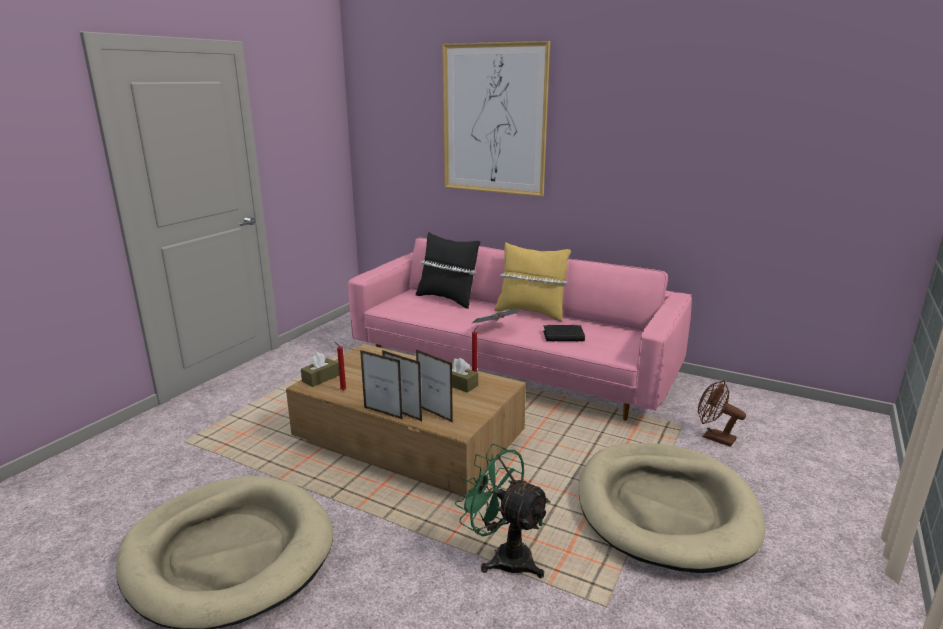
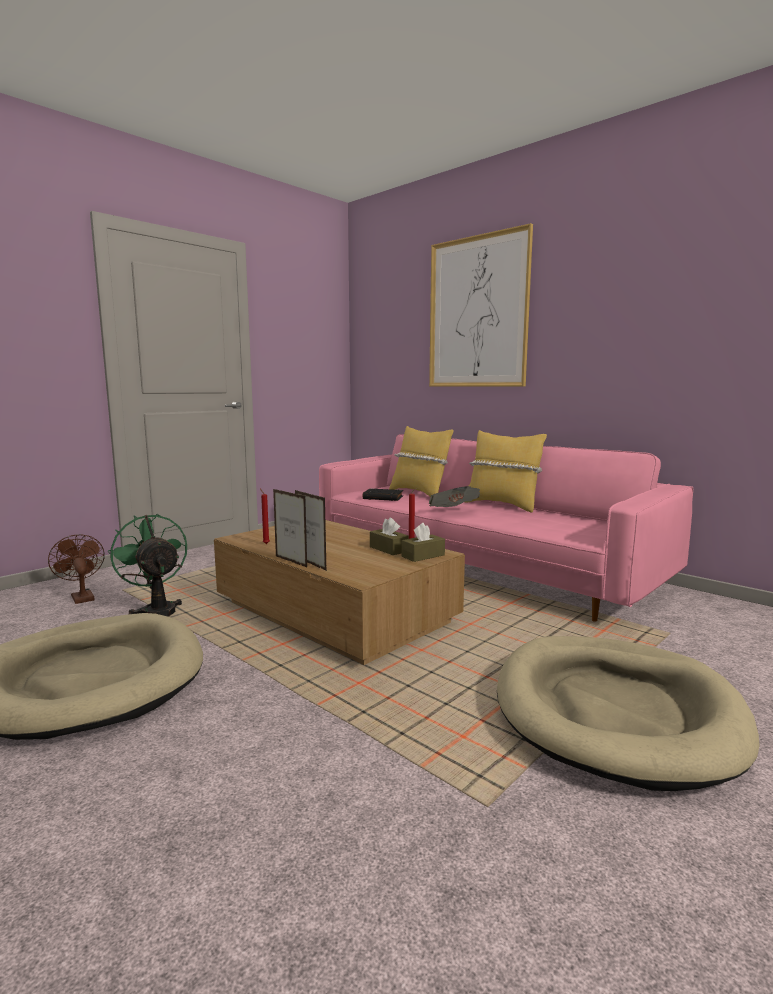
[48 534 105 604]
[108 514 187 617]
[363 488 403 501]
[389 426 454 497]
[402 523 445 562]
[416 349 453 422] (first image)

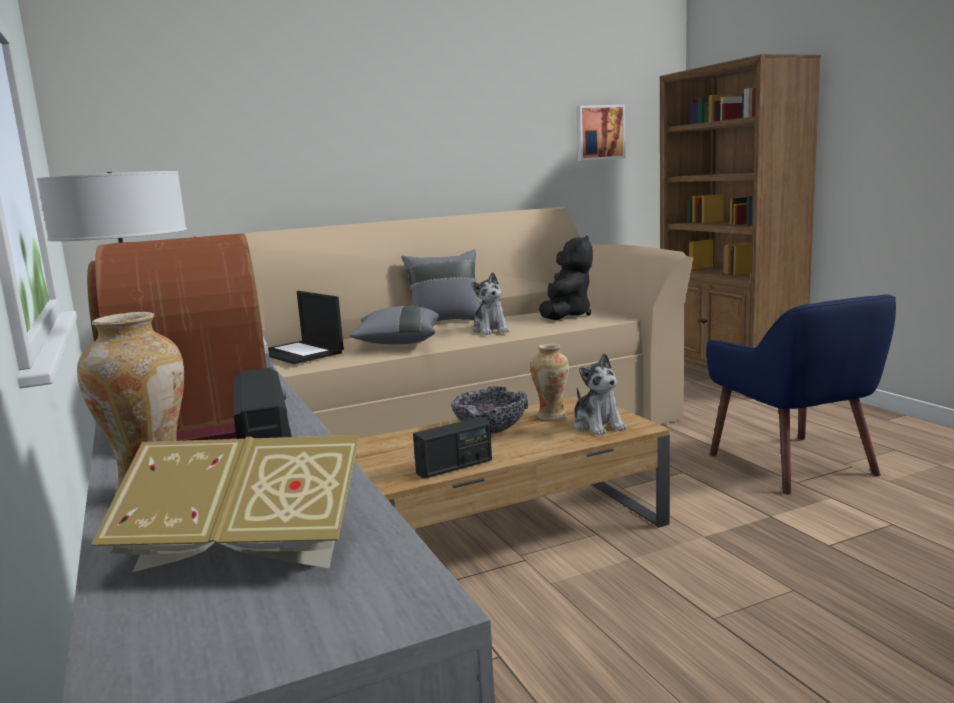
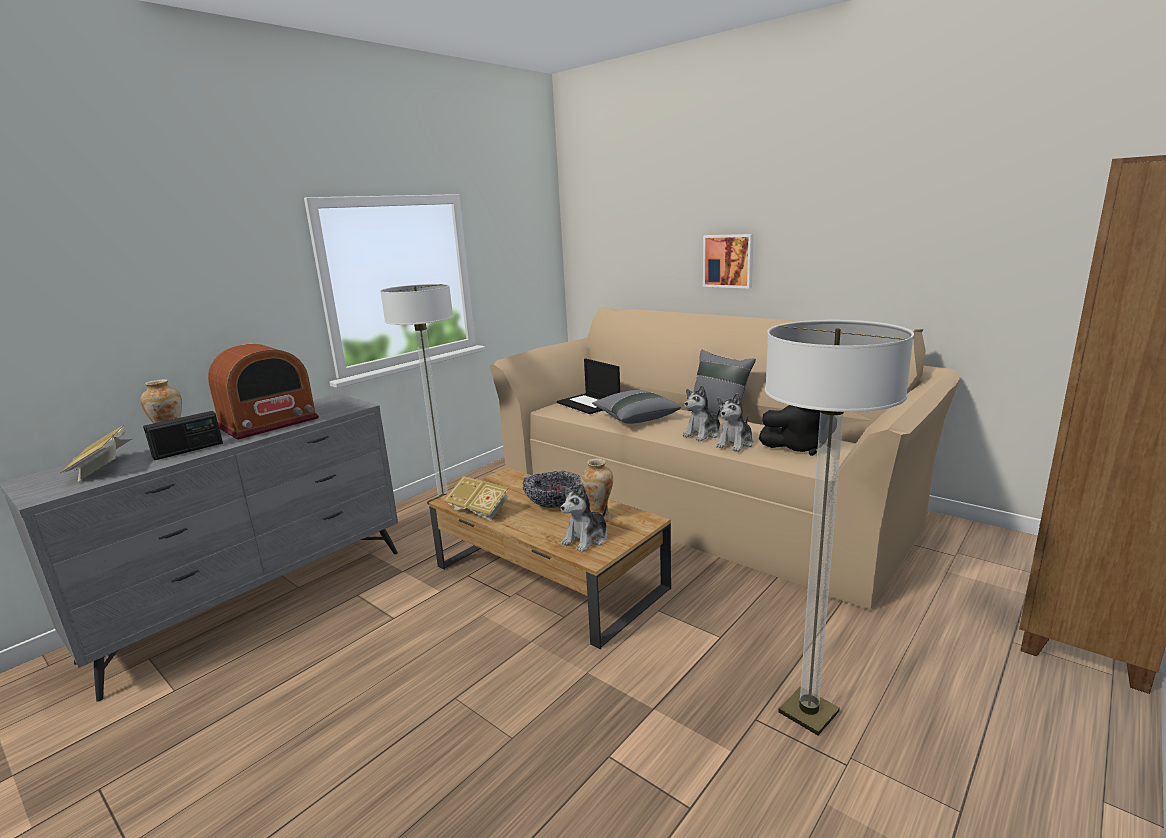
[444 476 509 521]
[557 358 620 414]
[703 234 754 288]
[716 393 753 452]
[765 320 914 735]

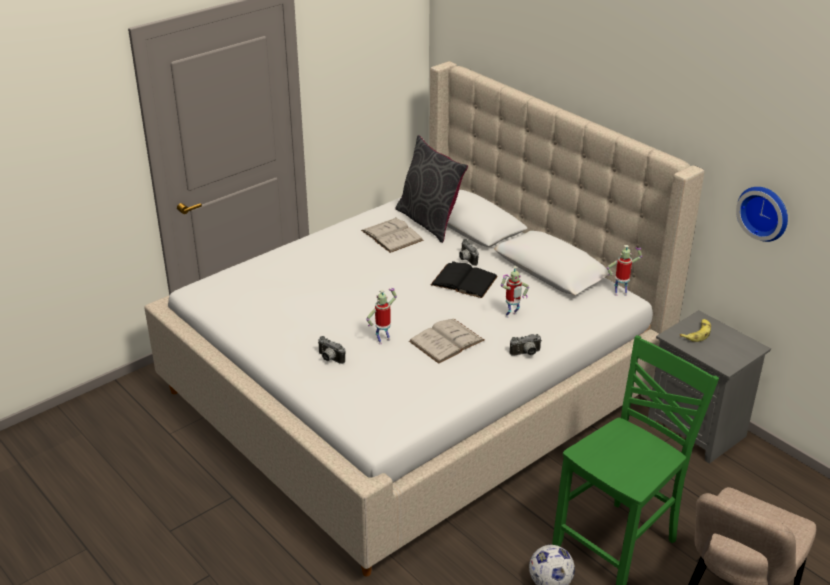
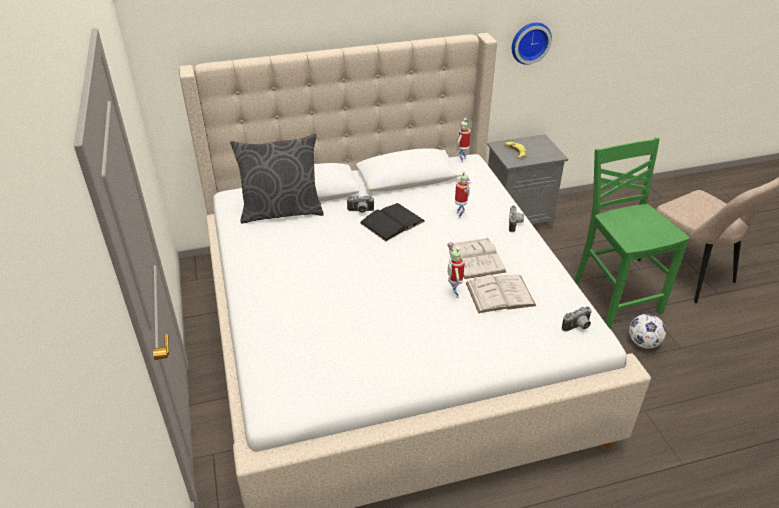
[466 275 536 313]
[562 306 592 331]

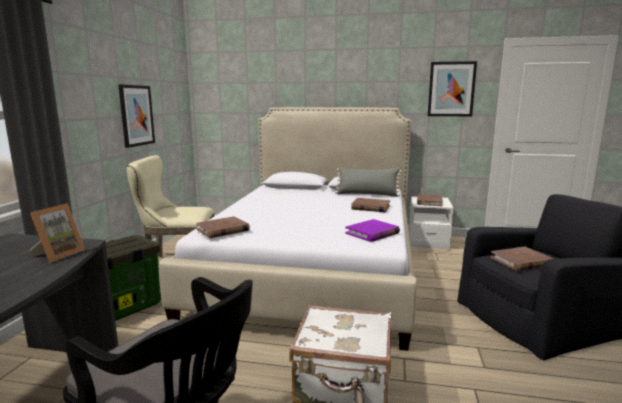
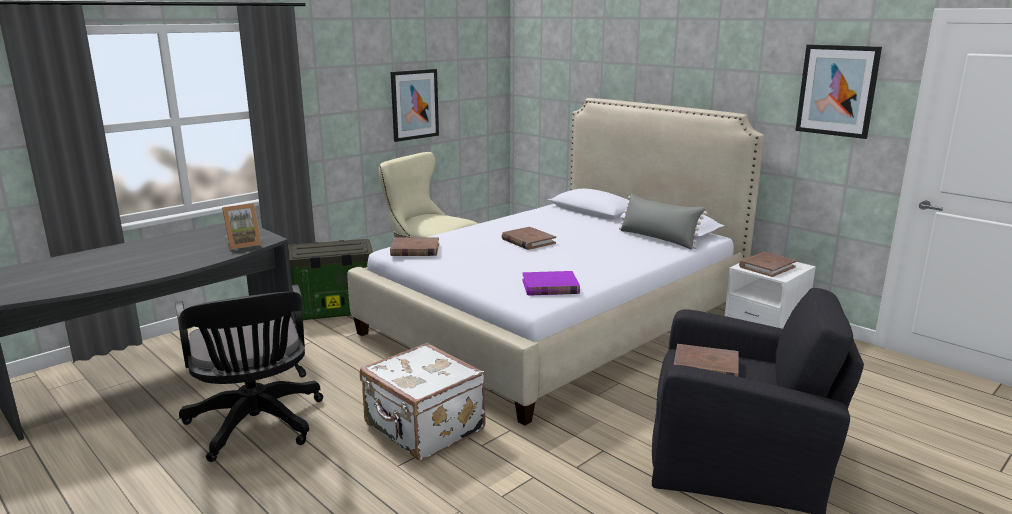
[502 227 556 250]

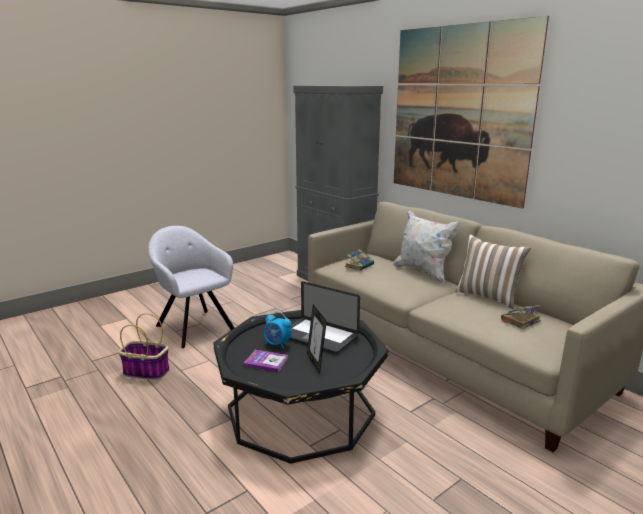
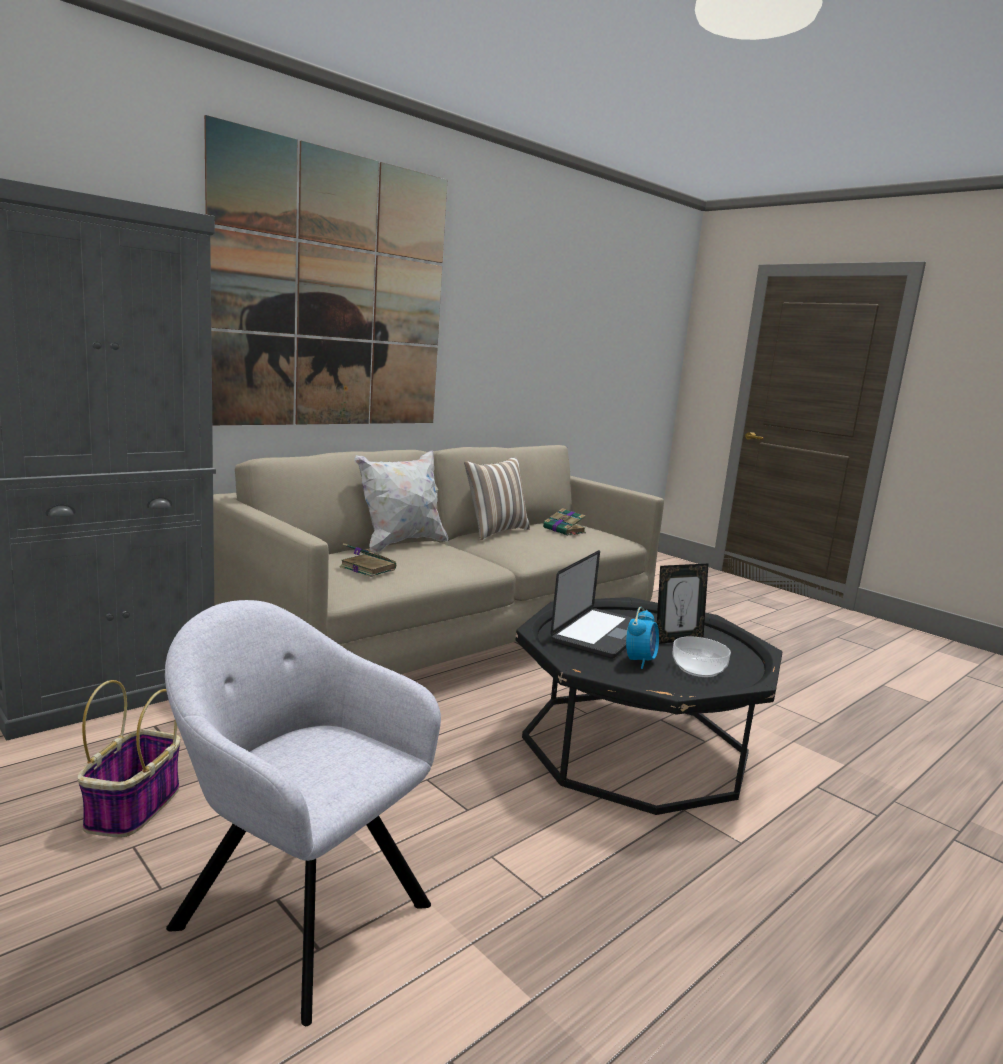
[77 680 180 837]
[165 600 441 1026]
[672 637 731 677]

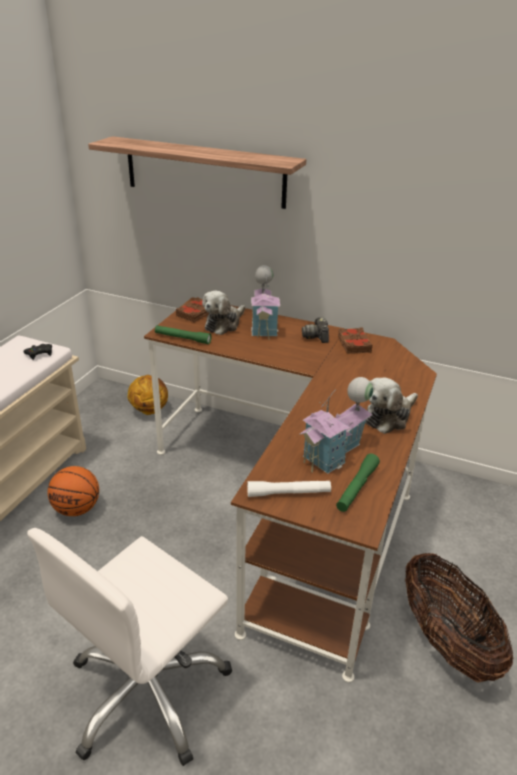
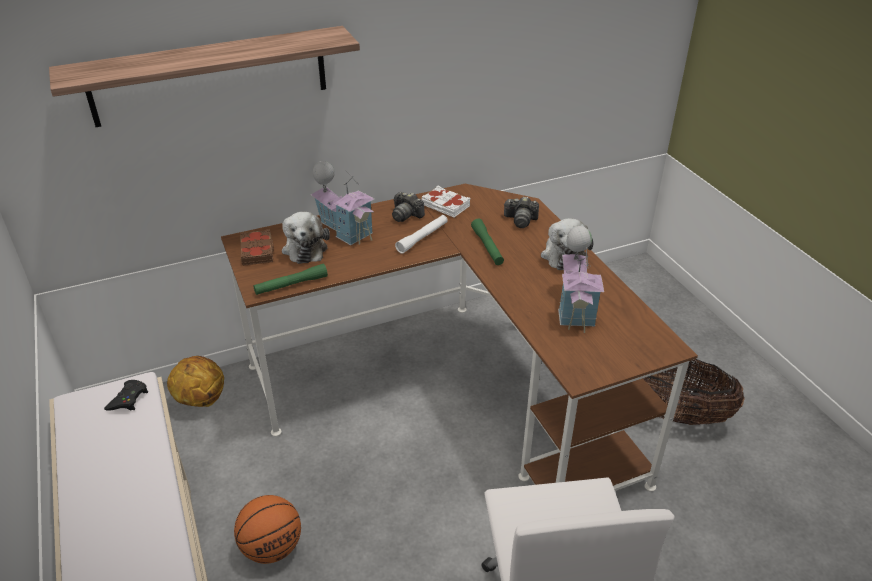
[395 215 448 254]
[422 186 470 217]
[471 219 504 265]
[503 196 539 228]

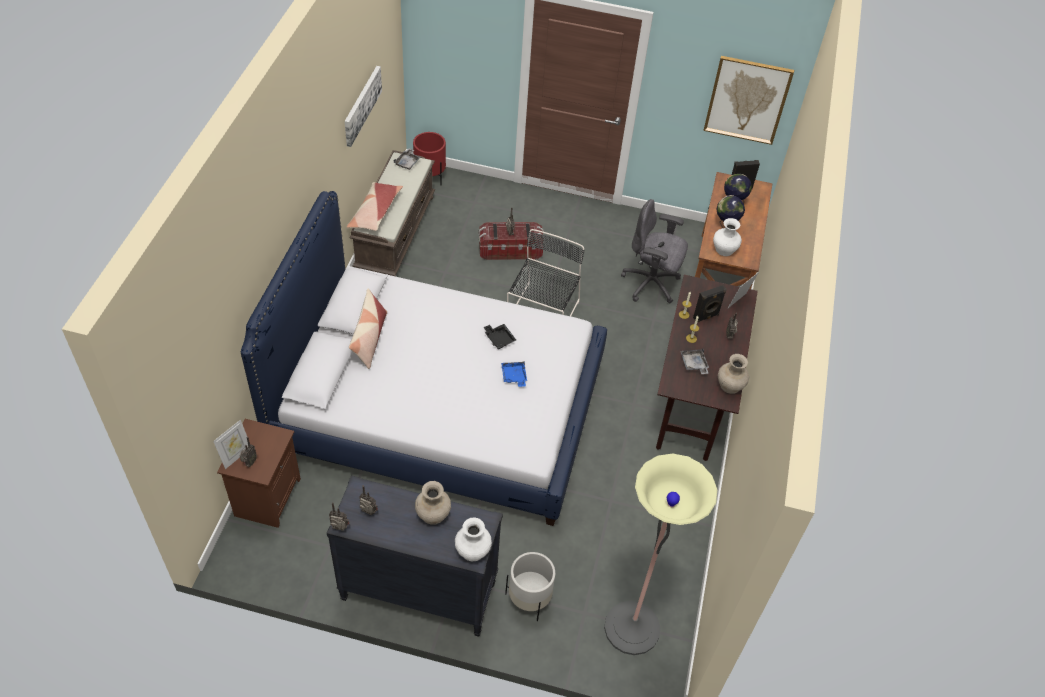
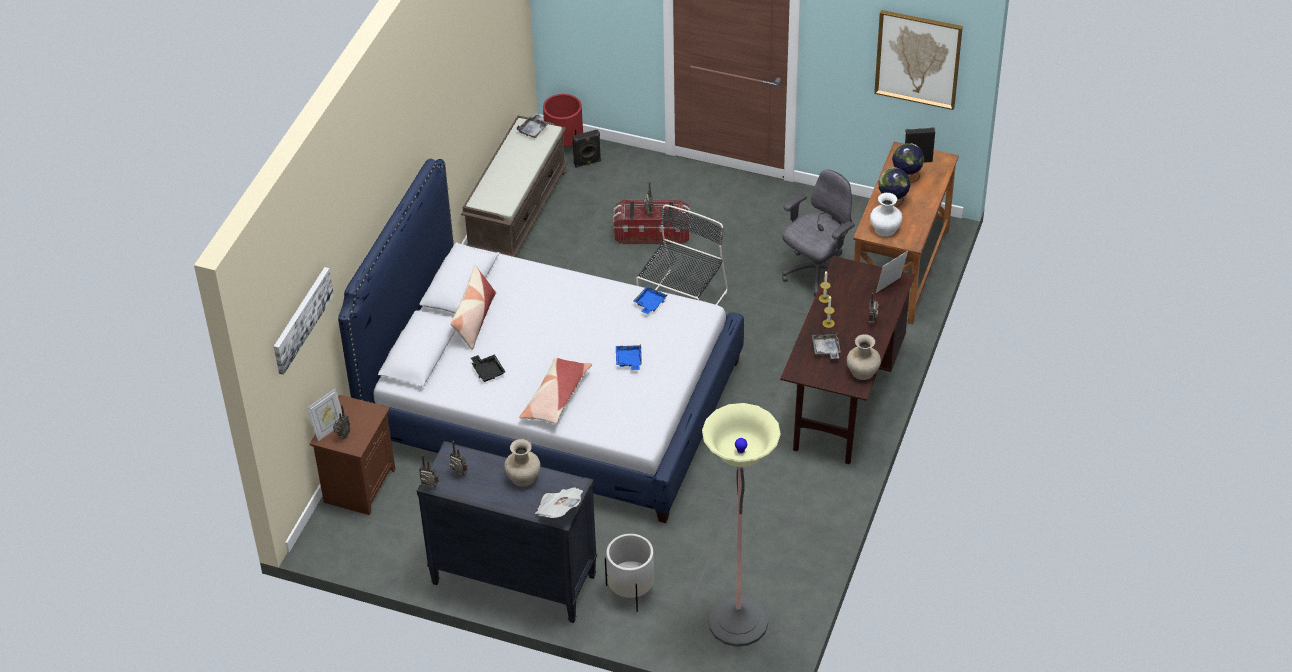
[274 267 334 375]
[471 354 505 382]
[519 357 592 424]
[535 487 583 518]
[572 129 601 168]
[633 286 668 314]
[782 169 855 297]

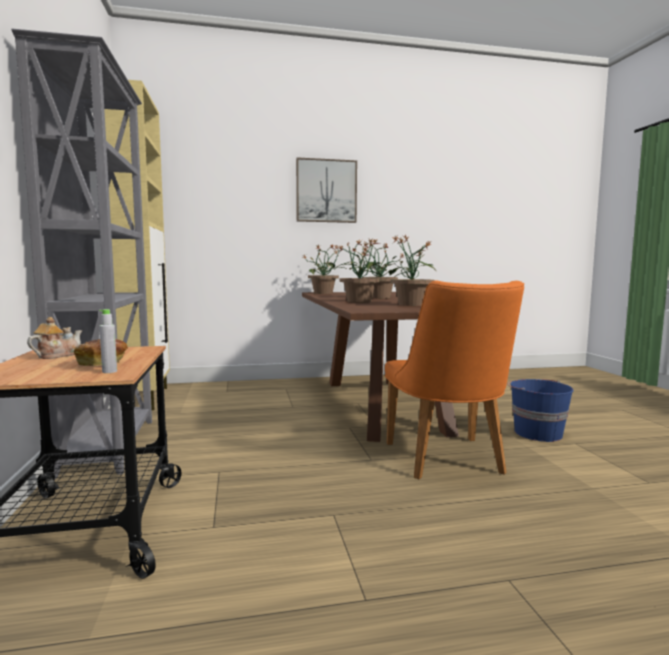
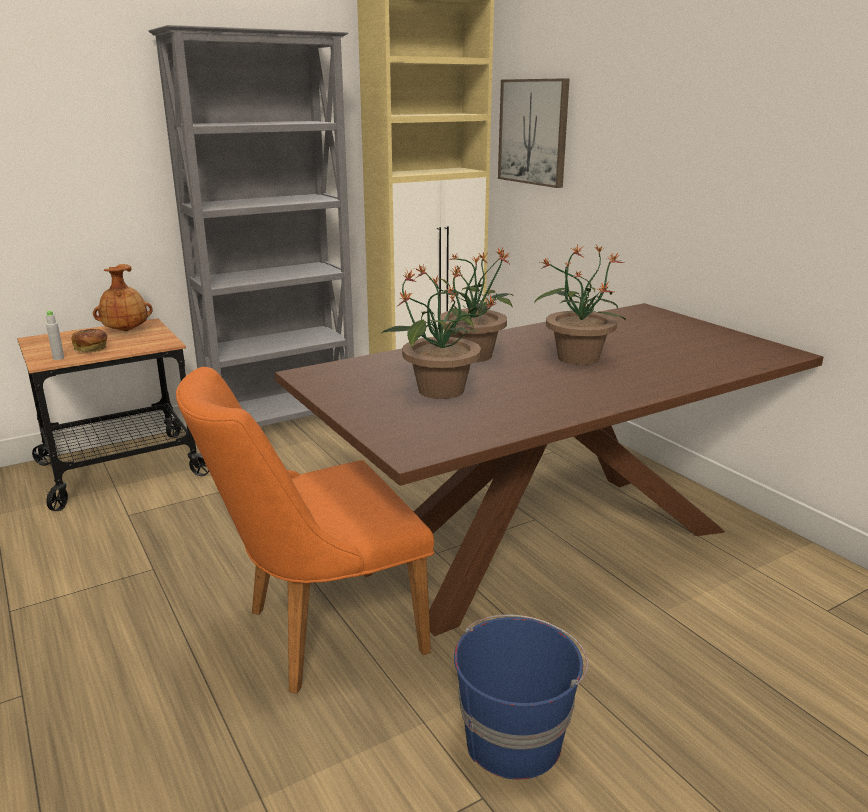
[93 264 153 331]
[498 78 570 188]
[303 245 344 294] (first image)

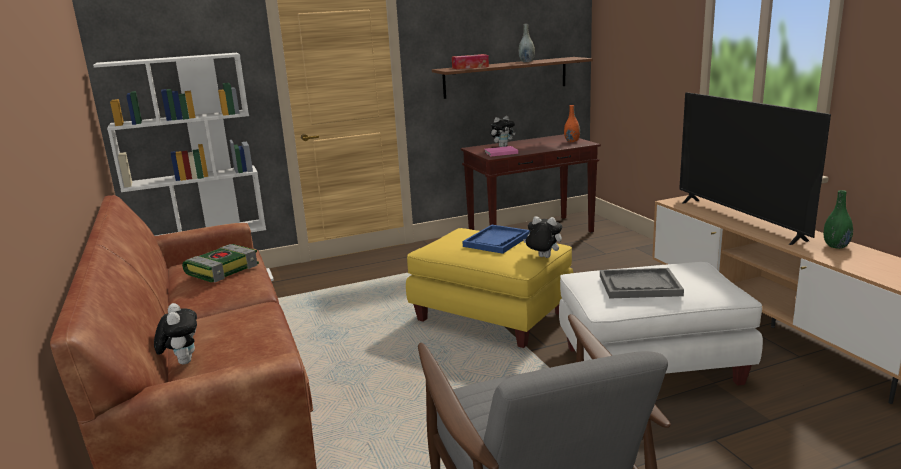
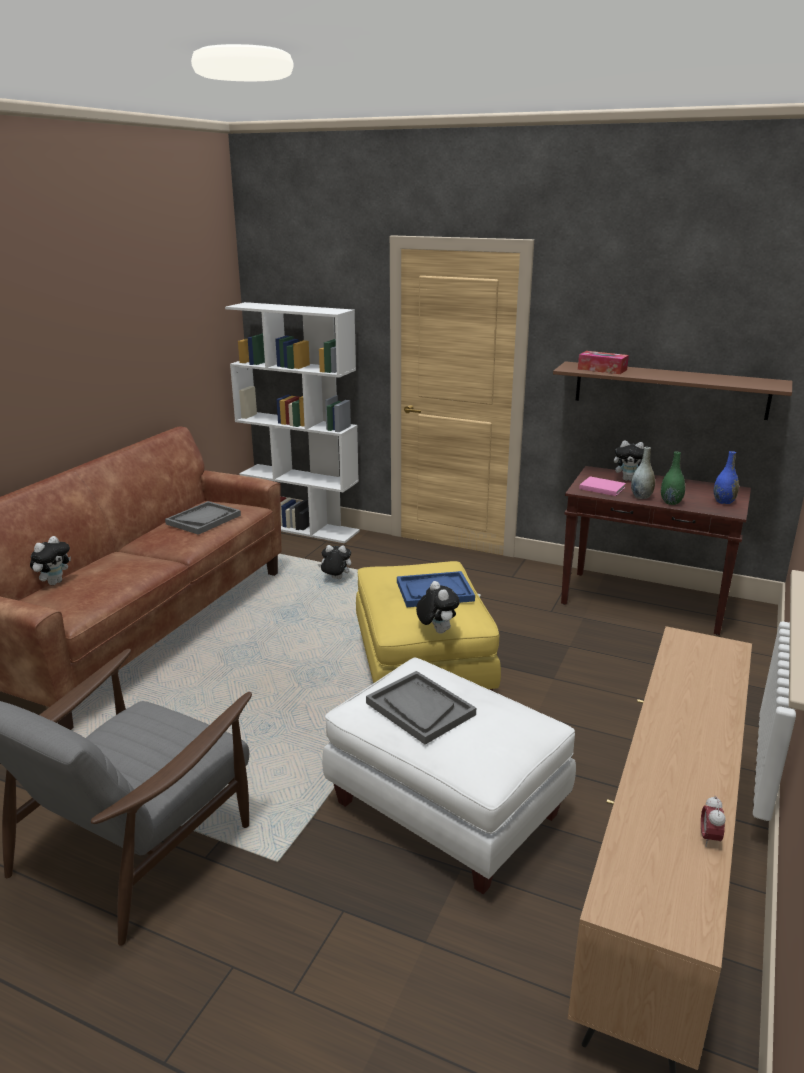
[165 501 241 535]
[318 545 351 579]
[631 447 655 499]
[661 452 686 505]
[701 796 726 847]
[713 451 739 504]
[679 92 831 245] (first image)

